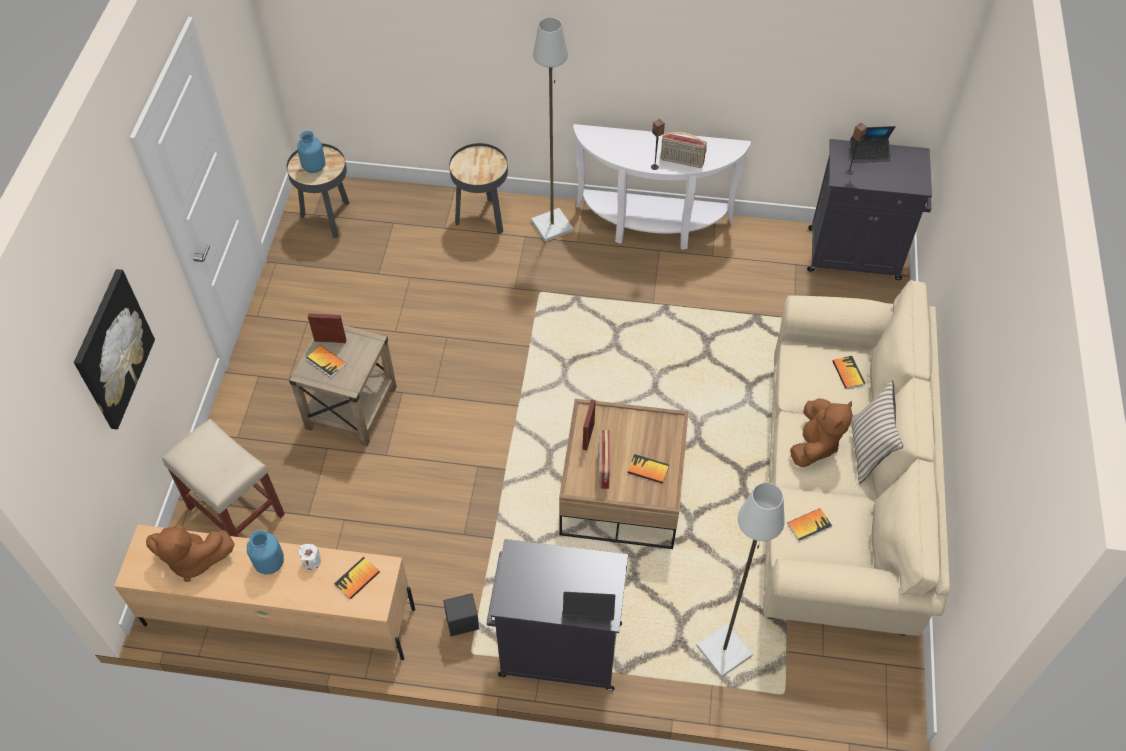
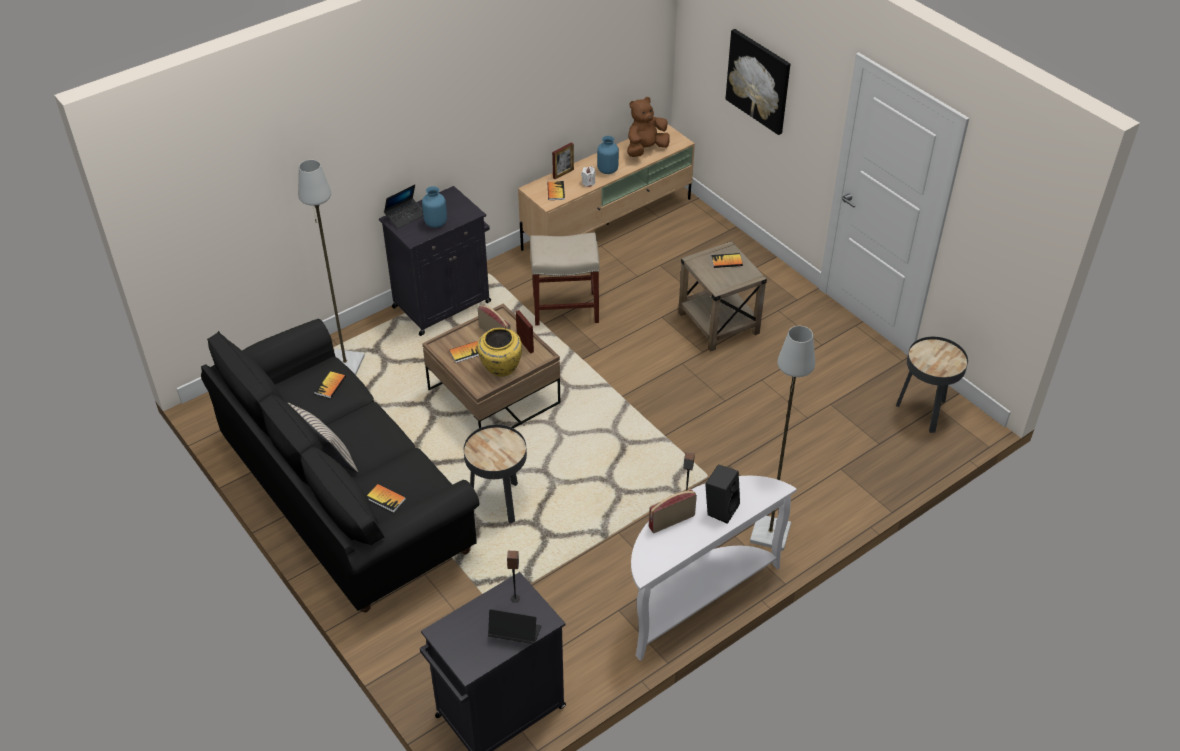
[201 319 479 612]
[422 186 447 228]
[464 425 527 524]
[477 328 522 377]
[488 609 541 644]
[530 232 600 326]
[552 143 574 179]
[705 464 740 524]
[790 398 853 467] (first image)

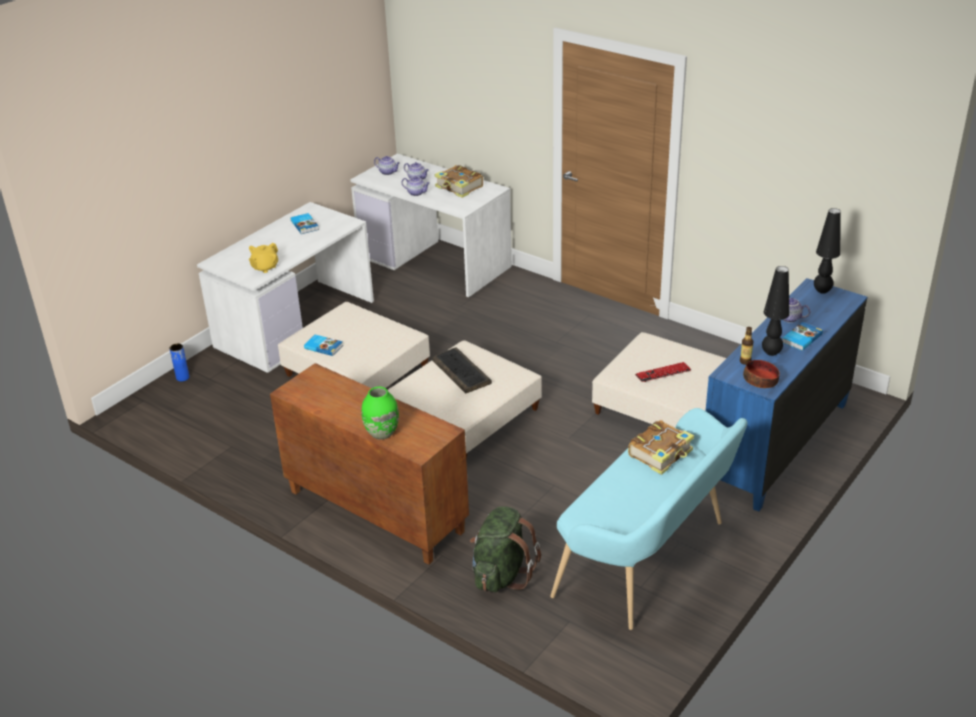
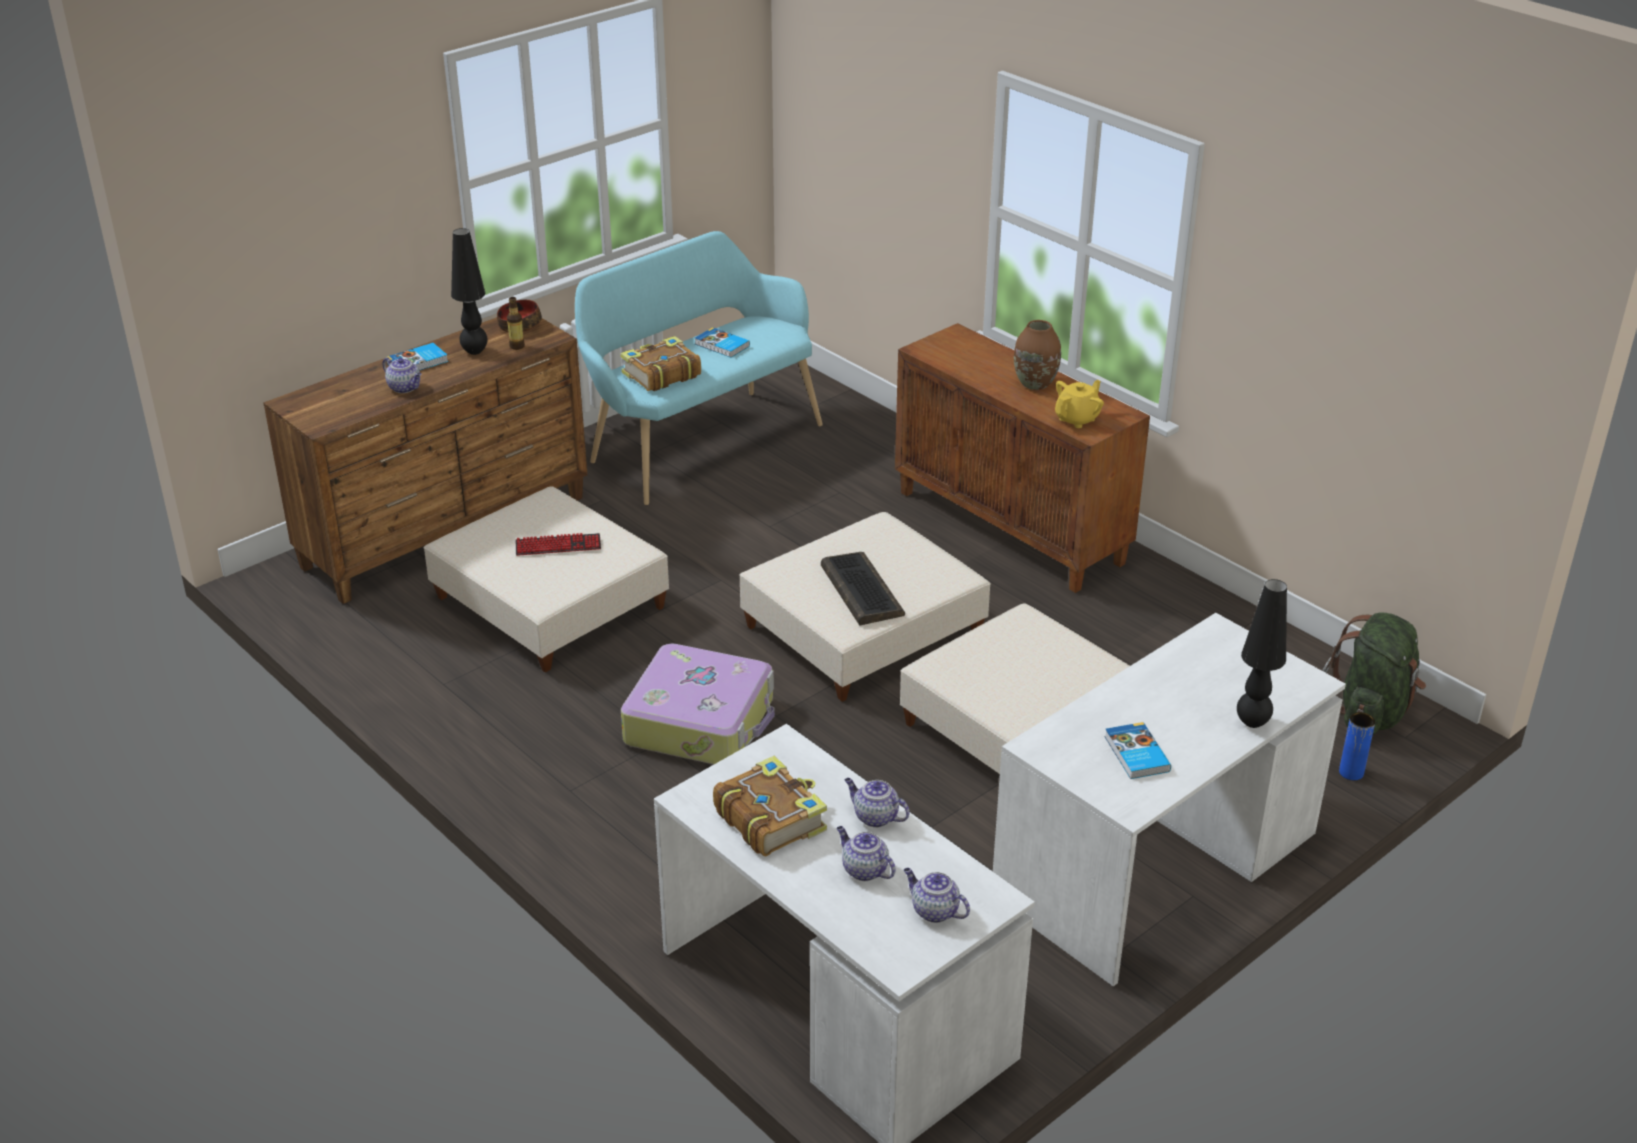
[263 317 588 604]
[621 644 775 764]
[695 327 750 358]
[1014 320 1061 390]
[1055 380 1104 428]
[1237 579 1287 728]
[1322 612 1426 734]
[362 387 399 440] (first image)

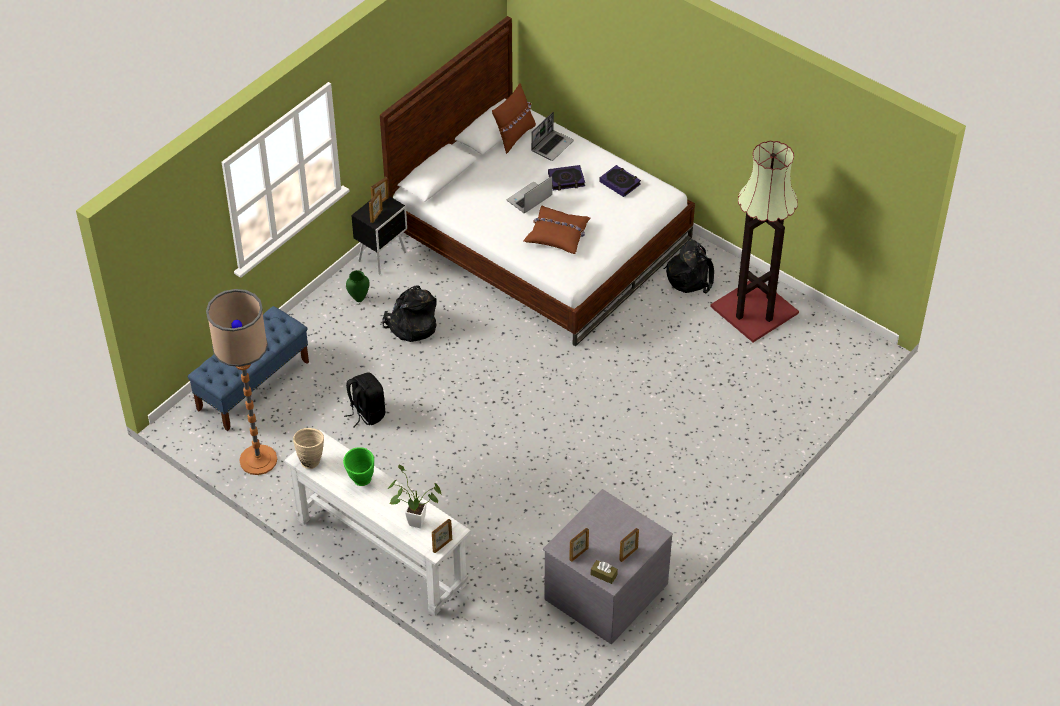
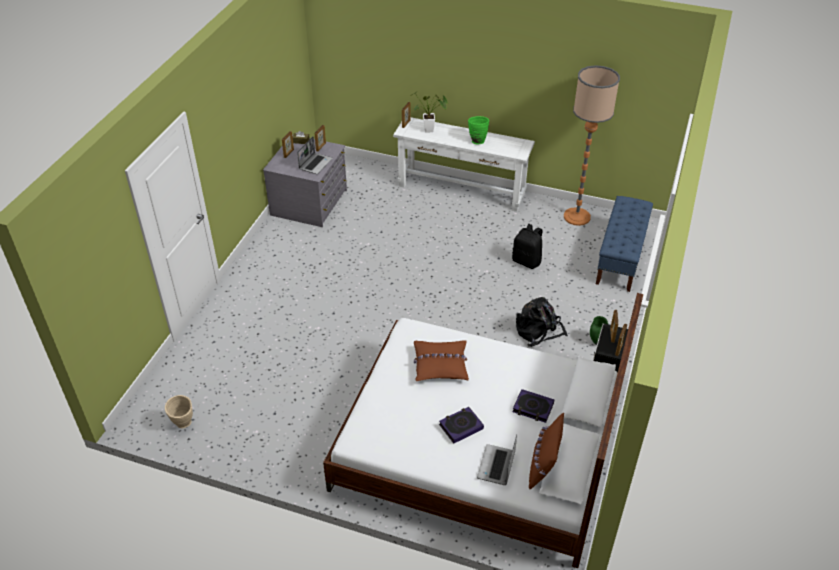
[165 395 193 428]
[297 136 333 174]
[513 389 554 423]
[663 239 714 293] (first image)
[710 141 799 342] (first image)

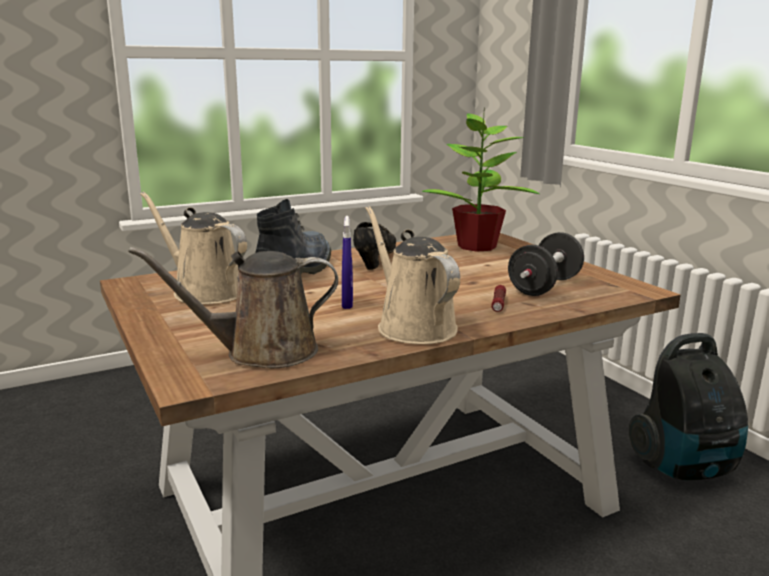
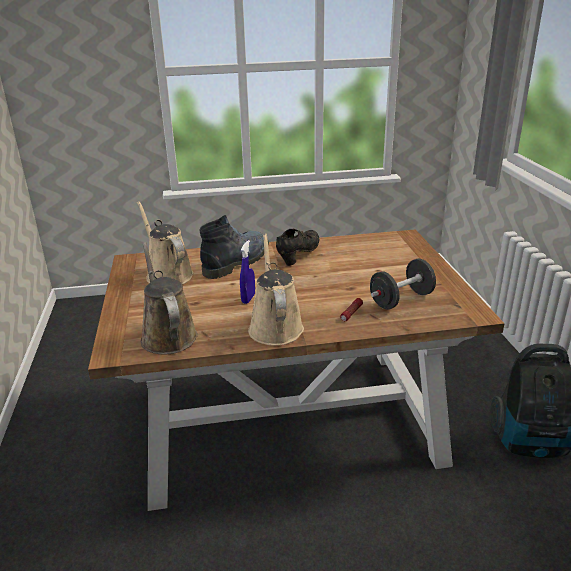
[141 242 198 354]
[422 113 539 252] (first image)

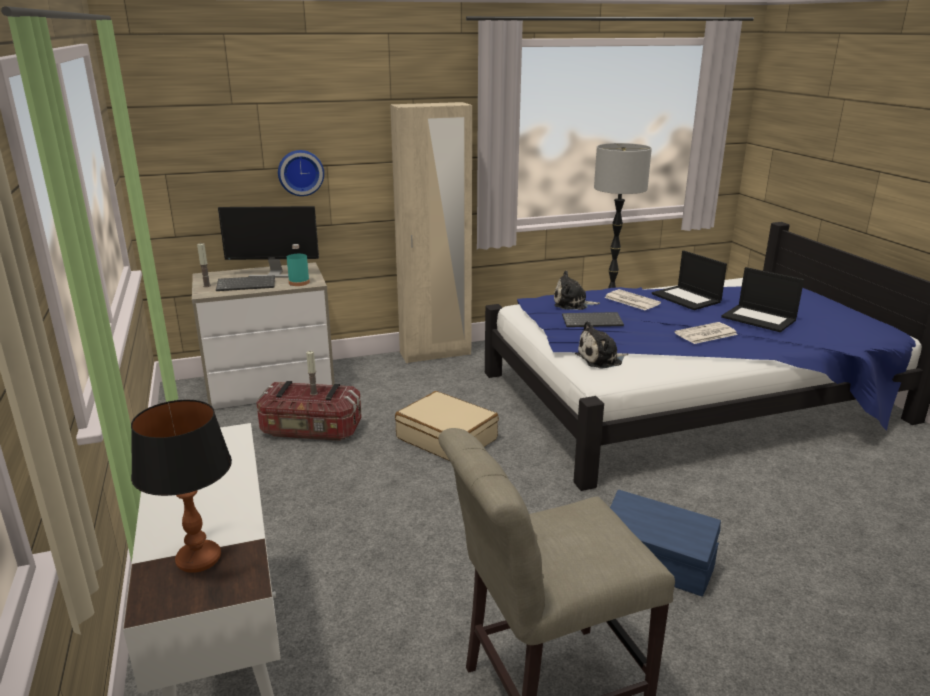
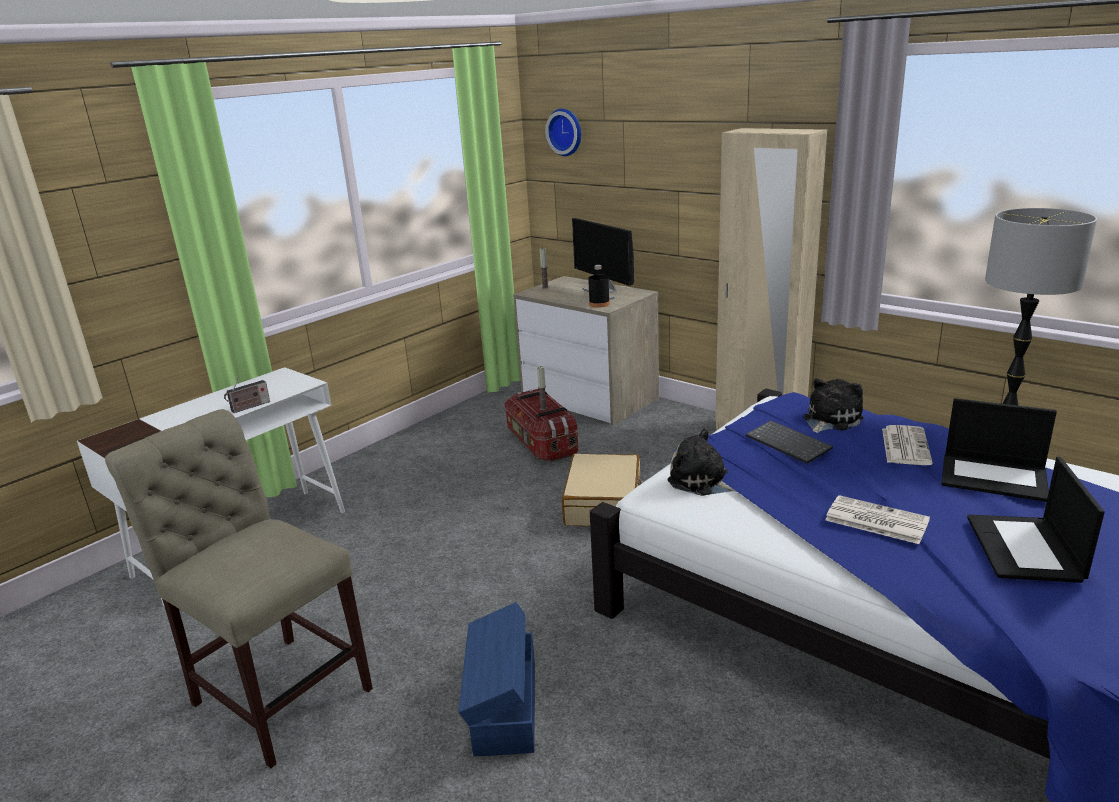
[224 376 270 413]
[545 109 581 156]
[588 265 610 308]
[803 378 864 433]
[942 398 1057 502]
[131 400 232 573] (first image)
[216 275 275 291] (first image)

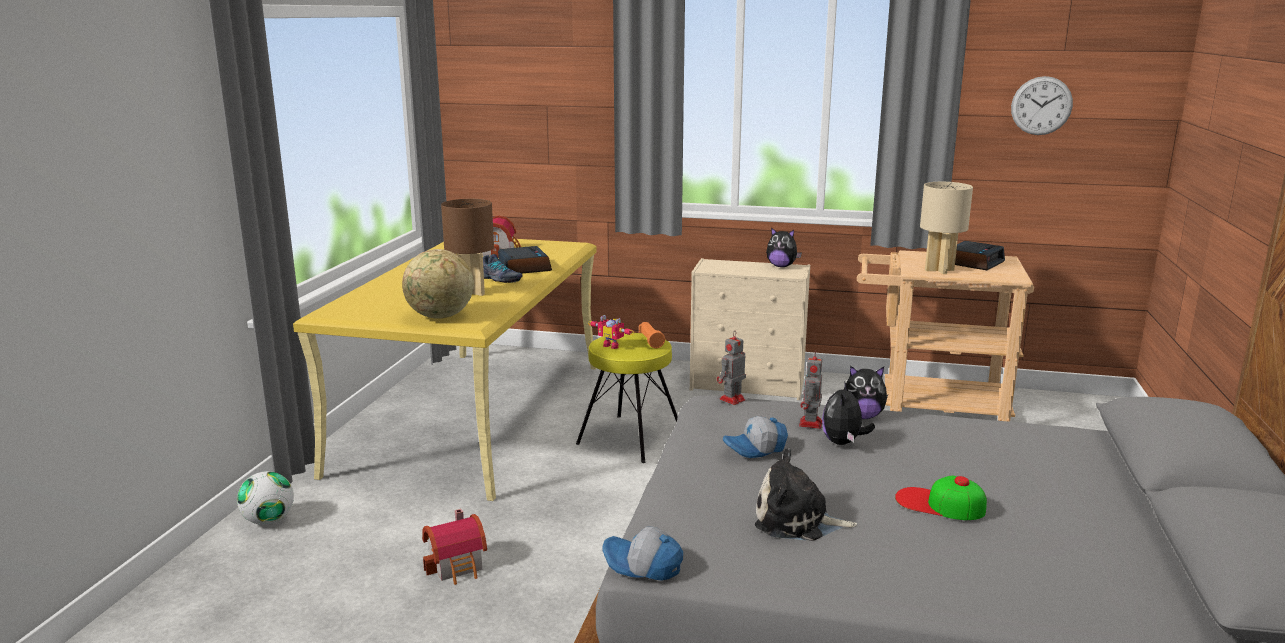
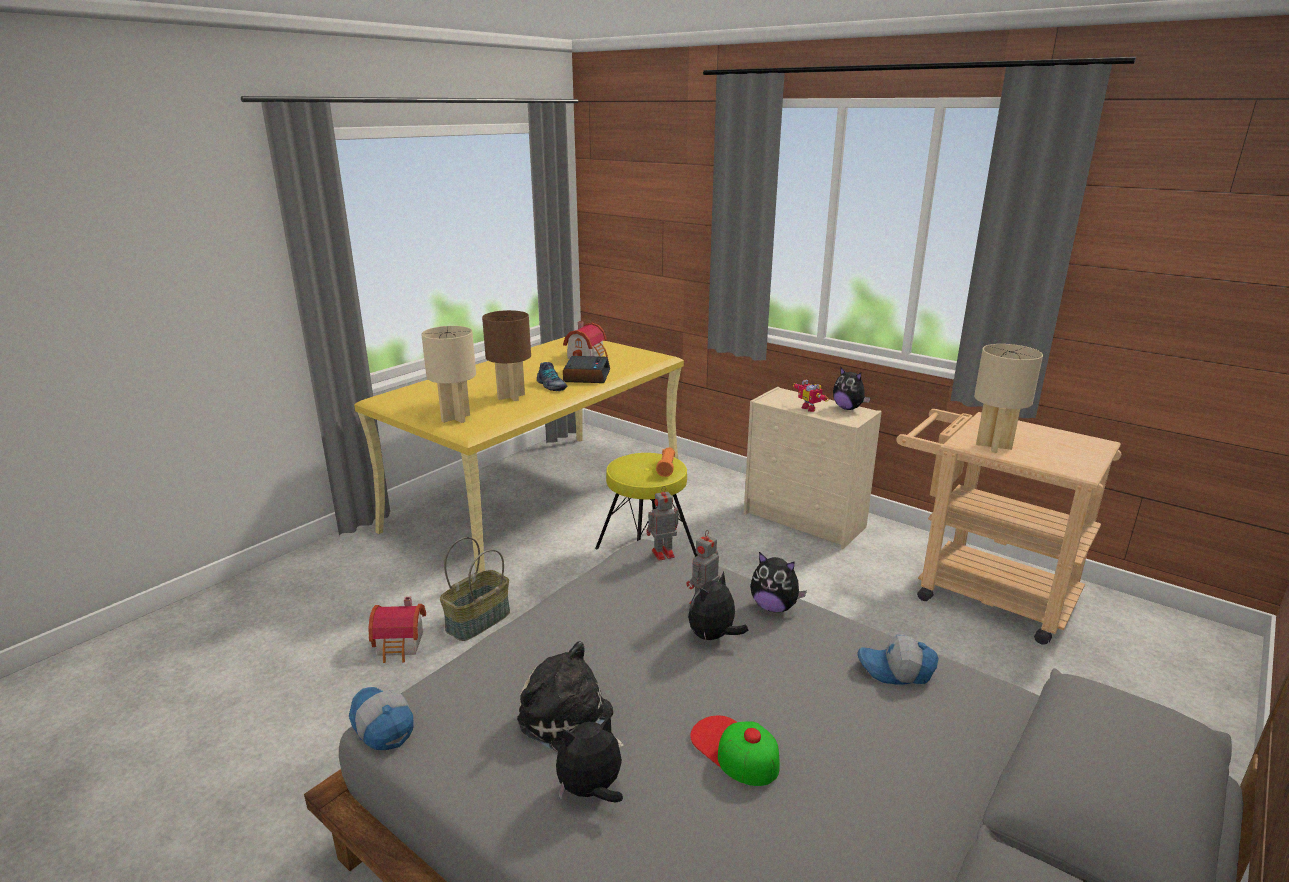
[421 326 476 423]
[440 537 510 641]
[556 714 623 802]
[793 379 829 412]
[857 634 939 685]
[237 471 294 525] (first image)
[955 241 1005 270] (first image)
[1011 76 1073 135] (first image)

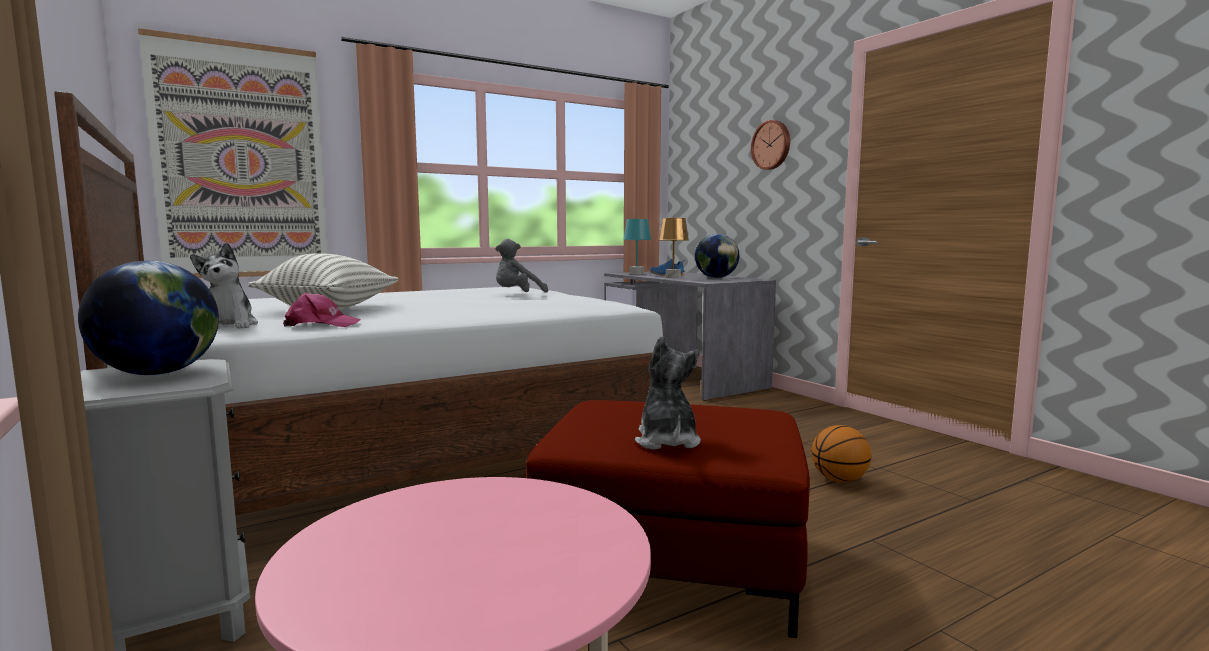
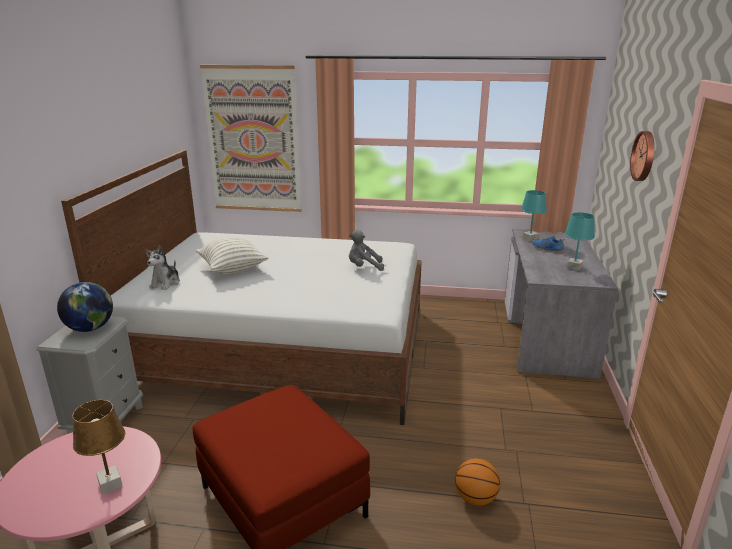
[72 400 125 494]
[565 212 595 271]
[283 292 361 327] (first image)
[635 337 701 450] (first image)

